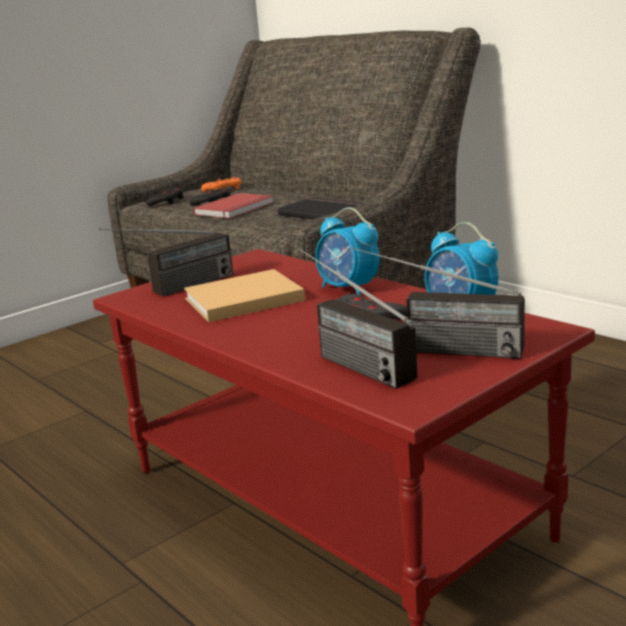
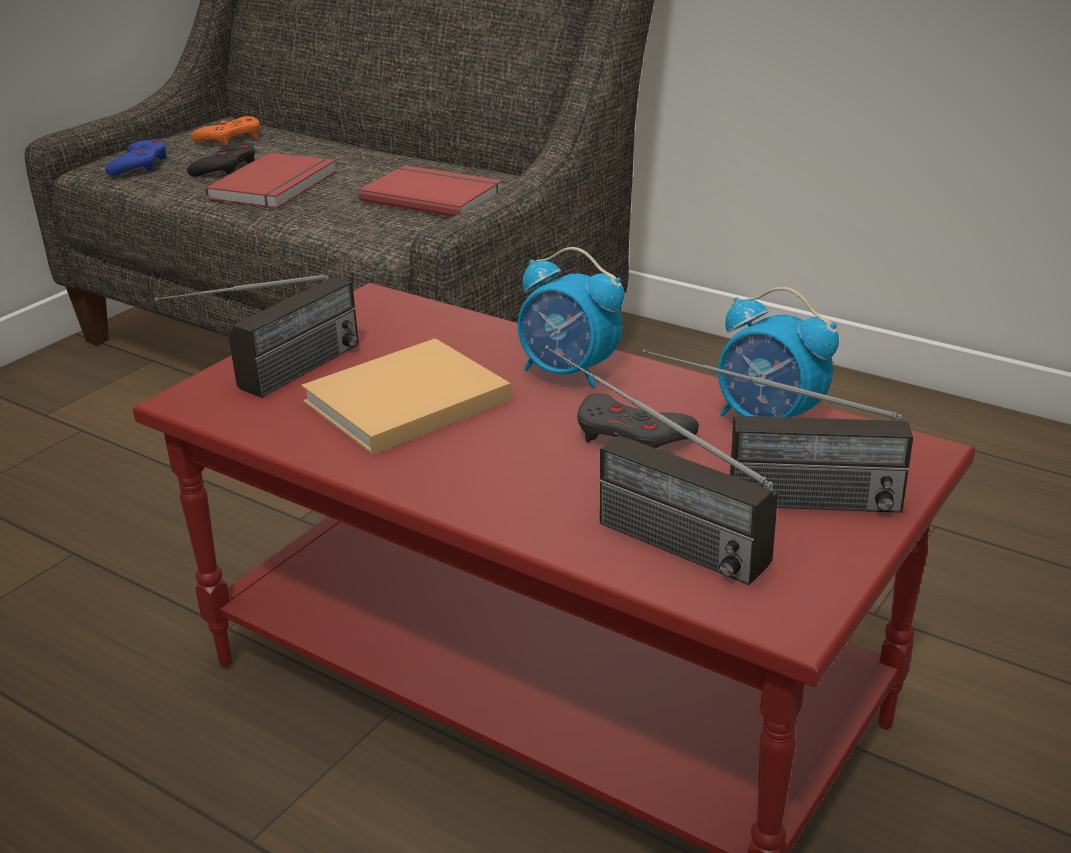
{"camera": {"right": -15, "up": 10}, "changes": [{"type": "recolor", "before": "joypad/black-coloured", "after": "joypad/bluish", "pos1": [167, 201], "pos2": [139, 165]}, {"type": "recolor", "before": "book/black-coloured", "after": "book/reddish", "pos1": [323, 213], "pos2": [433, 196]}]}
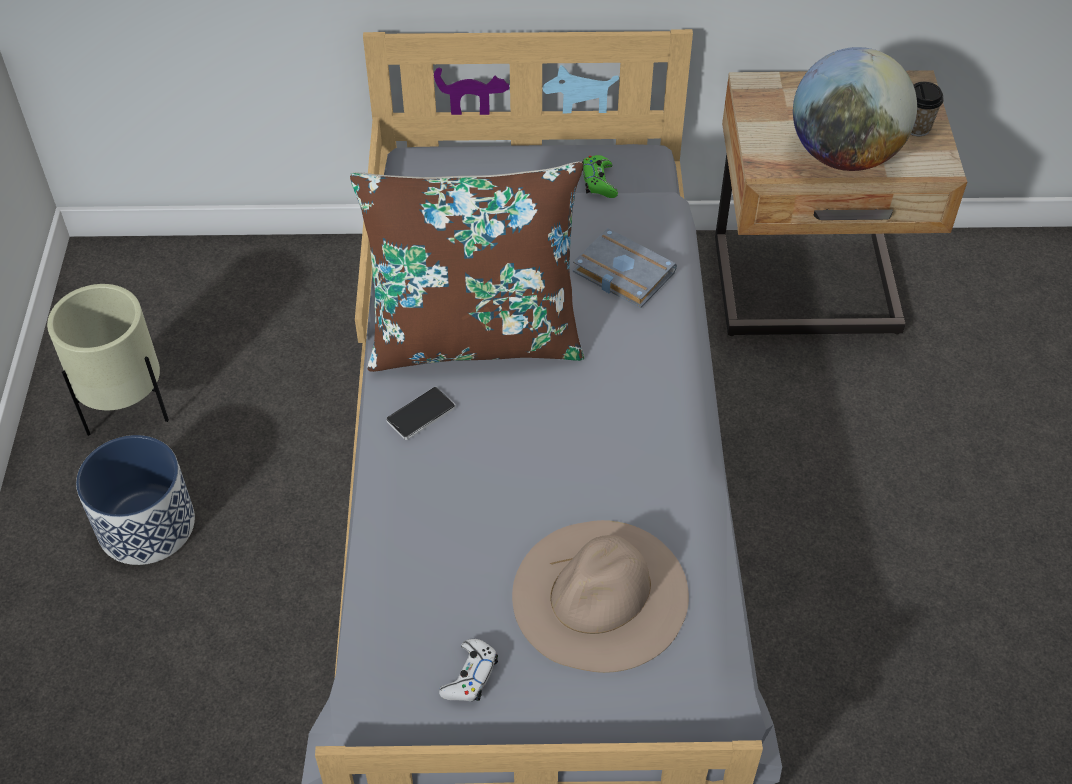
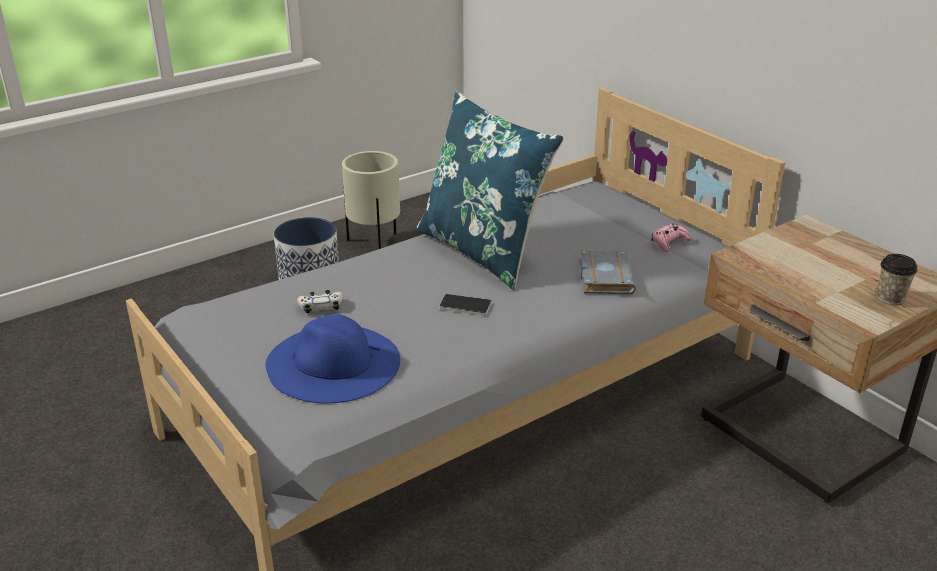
{"camera": {"right": 55, "up": -20}, "changes": [{"type": "recolor", "before": "wearable hat/beige-coloured", "after": "wearable hat/bluish", "pos1": [600, 595], "pos2": [333, 363]}, {"type": "move", "before": "joypad/white", "pos1": [470, 676], "pos2": [321, 306]}, {"type": "recolor", "before": "pillow/brown", "after": "pillow/bluish", "pos1": [475, 337], "pos2": [483, 250]}, {"type": "move", "before": "handset", "pos1": [421, 414], "pos2": [465, 306]}, {"type": "recolor", "before": "joypad/greenish", "after": "joypad/pink", "pos1": [599, 182], "pos2": [669, 242]}, {"type": "delete", "before": "globe", "pos1": [844, 155]}]}
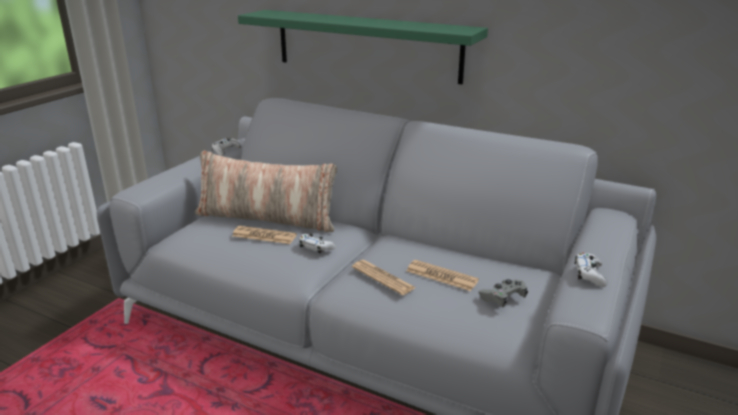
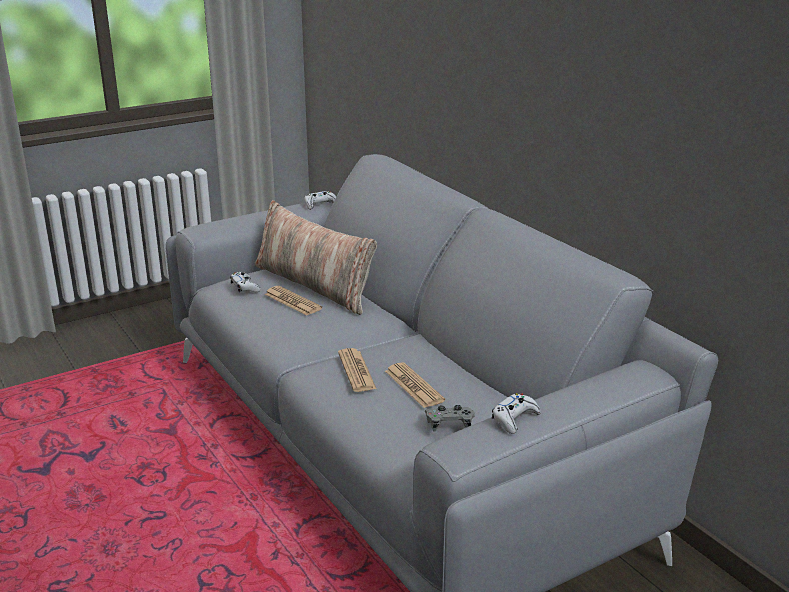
{"camera": {"right": 30, "up": 0}, "changes": [{"type": "move", "before": "joypad/white", "pos1": [316, 247], "pos2": [245, 287]}, {"type": "delete", "before": "wall shelf/greenish", "pos1": [366, 45]}]}
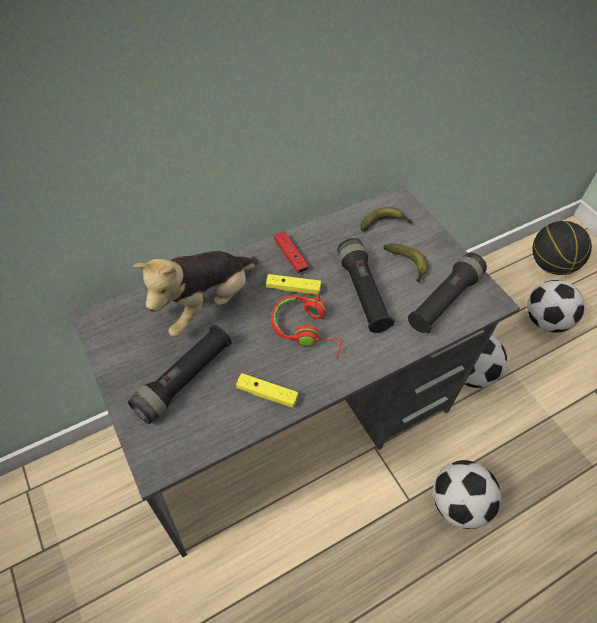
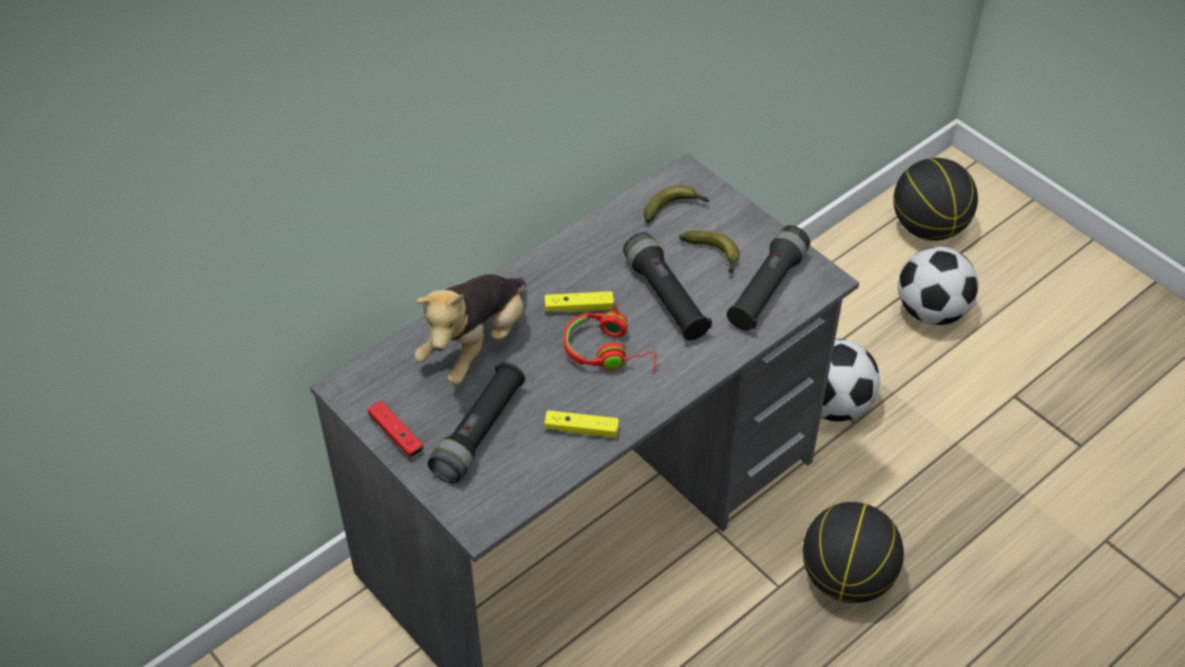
{"camera": {"right": -10, "up": -5}, "changes": [{"type": "move", "before": "joypad/reddish", "pos1": [290, 256], "pos2": [396, 435]}, {"type": "replace", "before": "football ball", "after": "ball for basketball", "pos1": [458, 504], "pos2": [847, 578]}]}
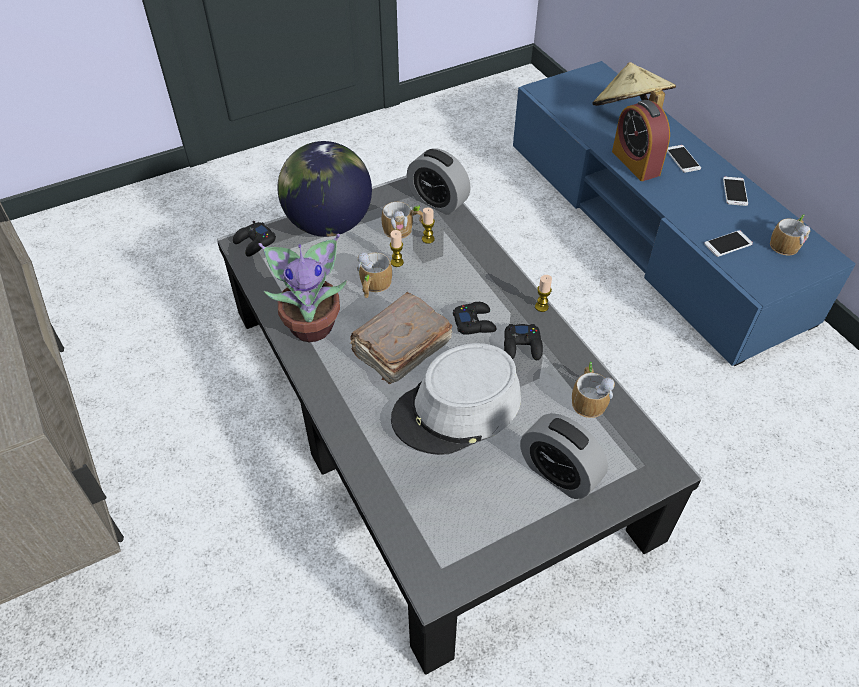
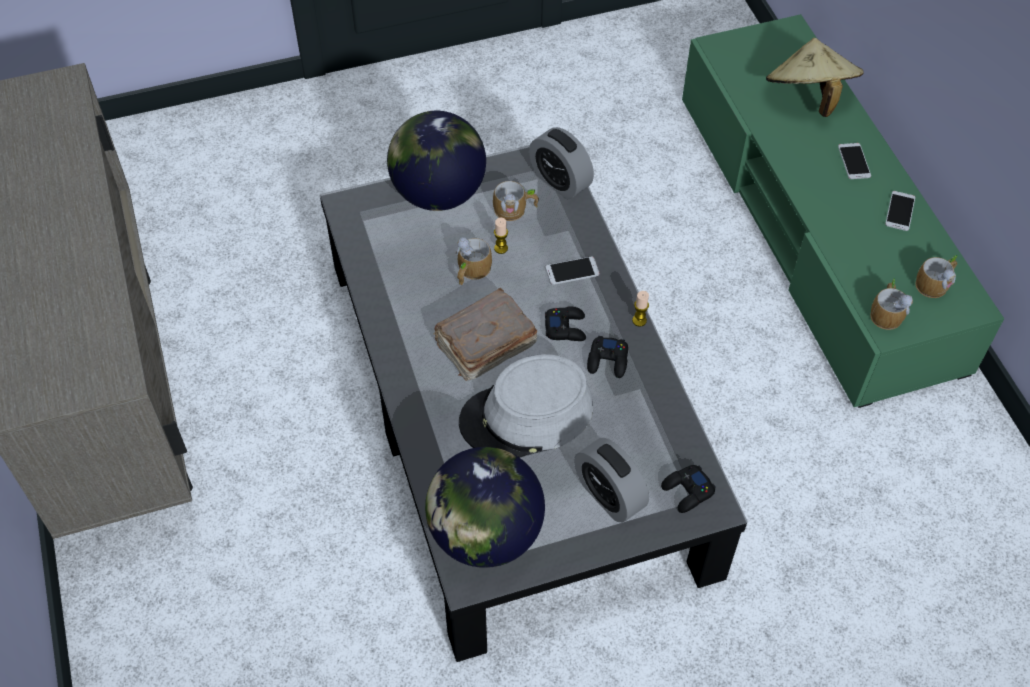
{"camera": {"right": 10, "up": 5}, "changes": [{"type": "insert", "after": "globe", "pos2": [485, 534]}, {"type": "move", "before": "handset", "pos1": [728, 244], "pos2": [572, 271]}, {"type": "move", "before": "joypad/black-coloured", "pos1": [255, 243], "pos2": [687, 491]}, {"type": "recolor", "before": "tv unit/bluish", "after": "tv unit/greenish", "pos1": [650, 228], "pos2": [815, 229]}, {"type": "move", "before": "coffee mug", "pos1": [588, 398], "pos2": [887, 312]}, {"type": "delete", "before": "houseplant", "pos1": [312, 324]}, {"type": "delete", "before": "wax light", "pos1": [428, 239]}, {"type": "delete", "before": "bedside clock", "pos1": [635, 163]}]}
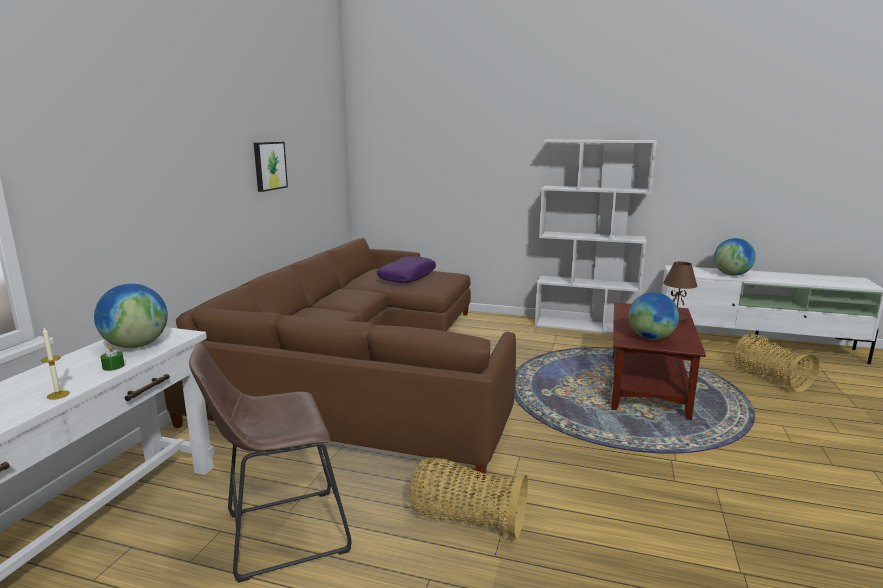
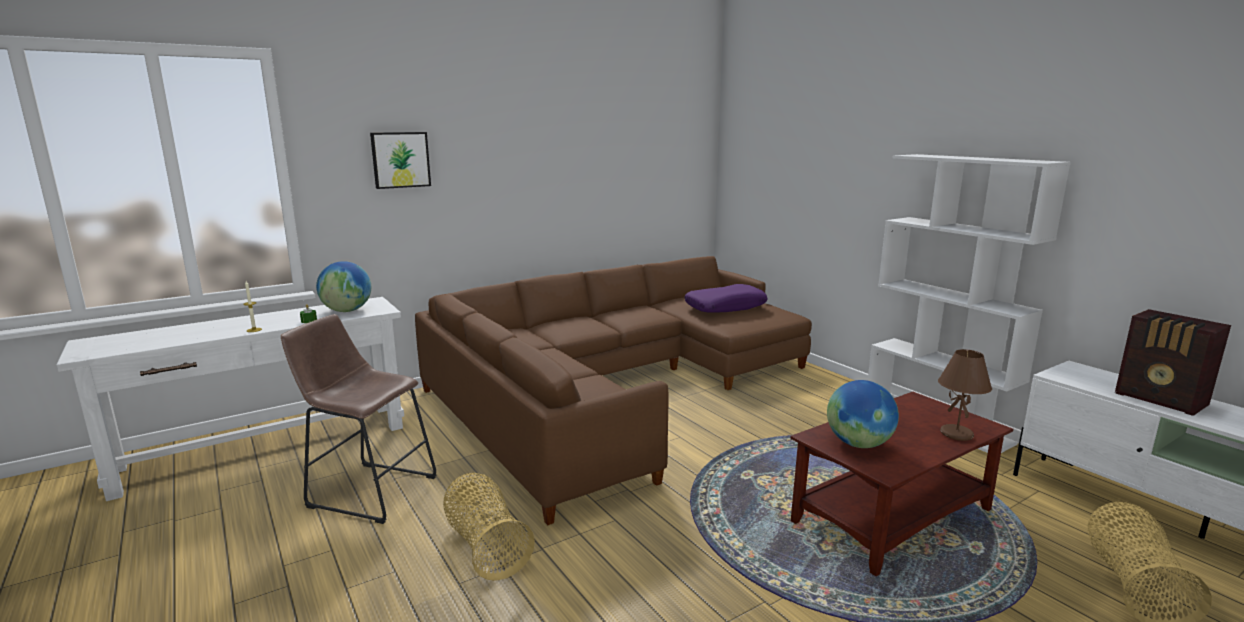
{"camera": {"right": 40, "up": 0}, "changes": [{"type": "move", "before": "wall art", "pos1": [269, 166], "pos2": [400, 159]}, {"type": "replace", "before": "globe", "after": "radio", "pos1": [732, 275], "pos2": [1162, 400]}]}
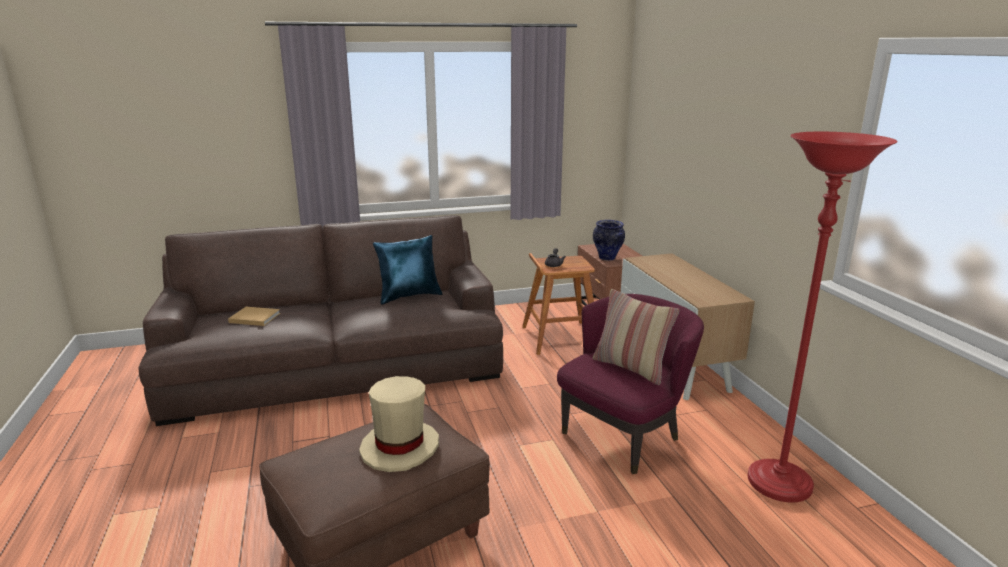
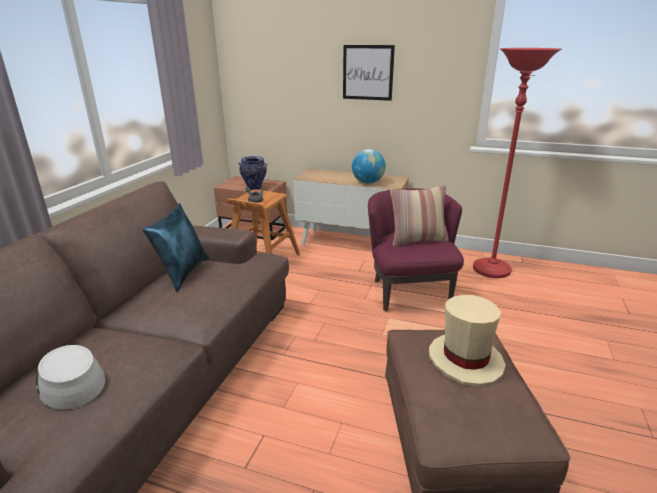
{"camera": {"right": -55, "up": 5}, "changes": [{"type": "replace", "before": "book/beige-coloured", "after": "wearable hat/grey", "pos1": [253, 318], "pos2": [70, 381]}, {"type": "insert", "after": "wall art", "pos2": [368, 72]}, {"type": "insert", "after": "globe", "pos2": [368, 182]}]}
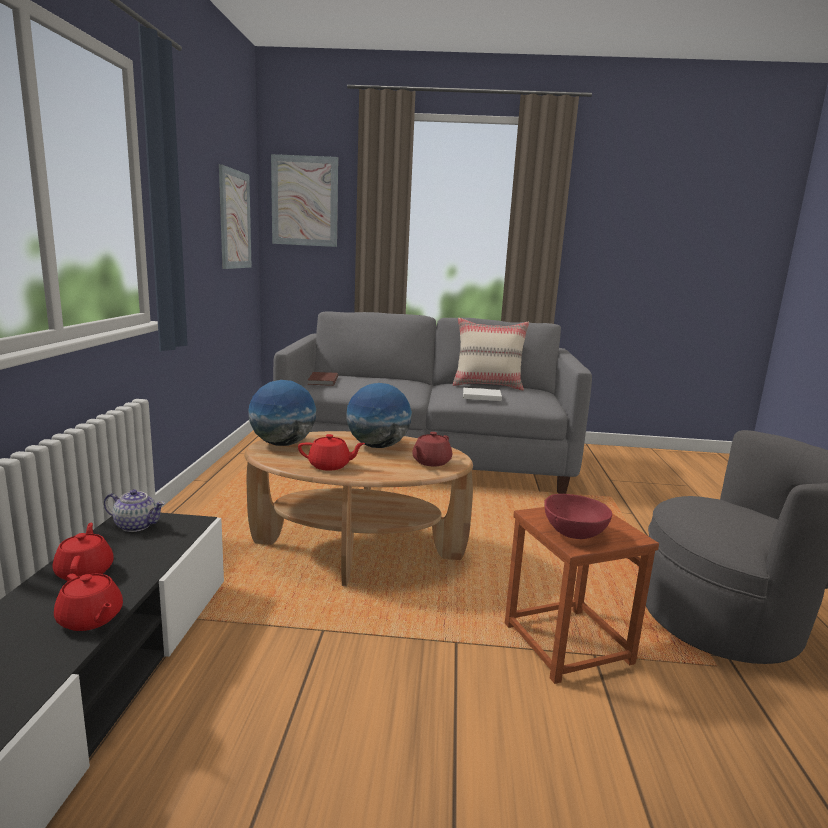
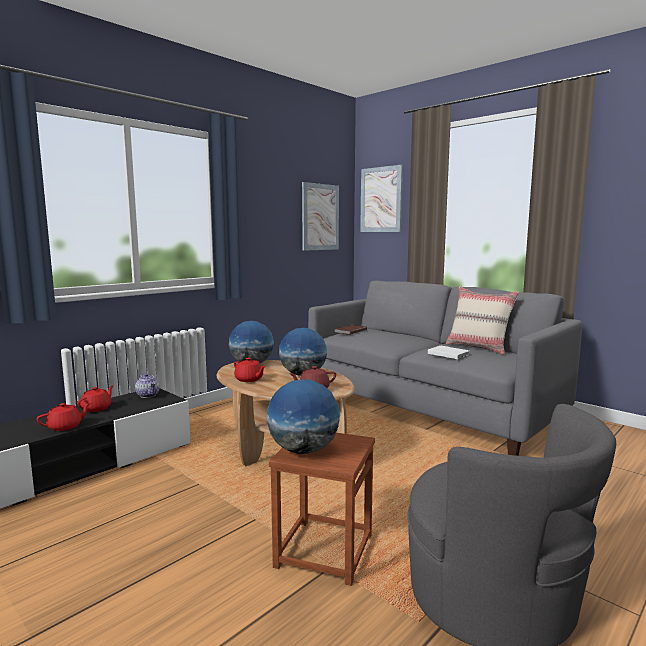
{"camera": {"right": 40, "up": -5}, "changes": [{"type": "rotate", "before": "tea pot/reddish", "pos1": [90, 619], "pos2": [65, 427], "turn": -120}, {"type": "replace", "before": "bowl/reddish", "after": "globe", "pos1": [574, 534], "pos2": [303, 450]}]}
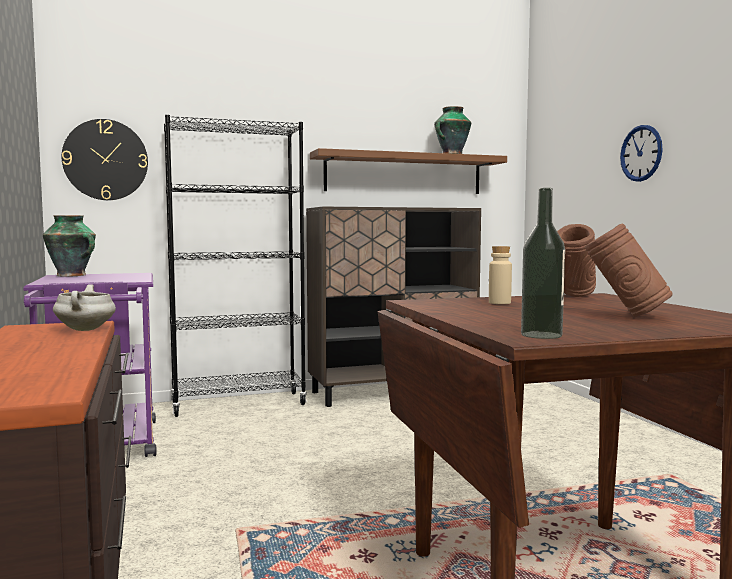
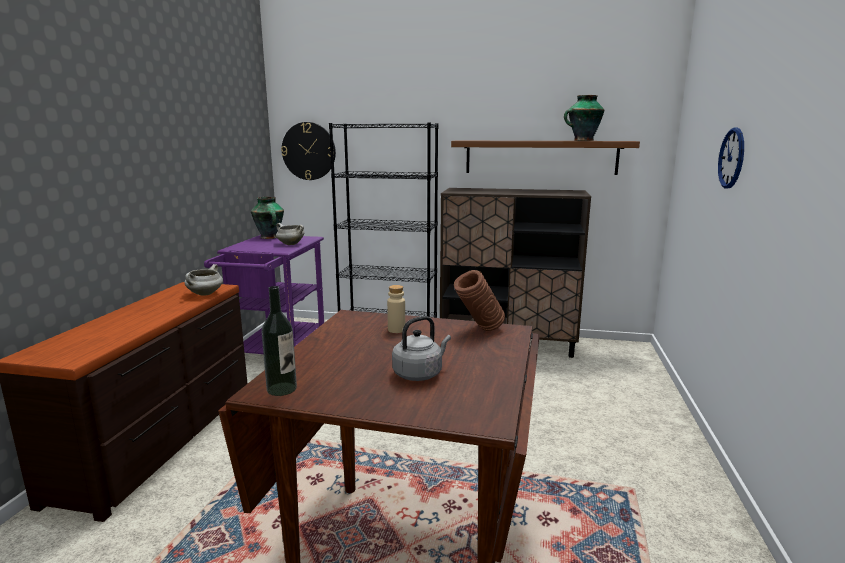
{"camera": {"right": 30, "up": 10}, "changes": [{"type": "insert", "after": "cooking pot/white", "pos2": [290, 244]}, {"type": "replace", "before": "vase/brown", "after": "tea kettle/grey", "pos1": [625, 316], "pos2": [419, 374]}]}
